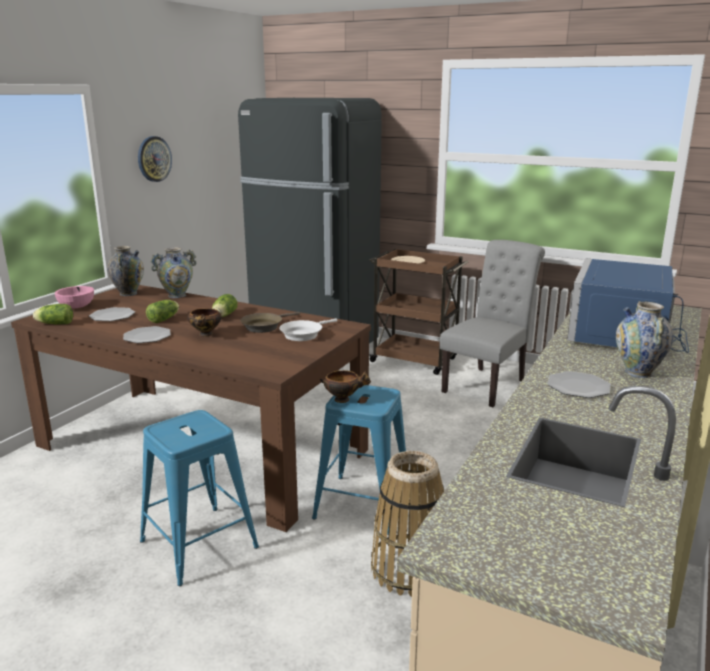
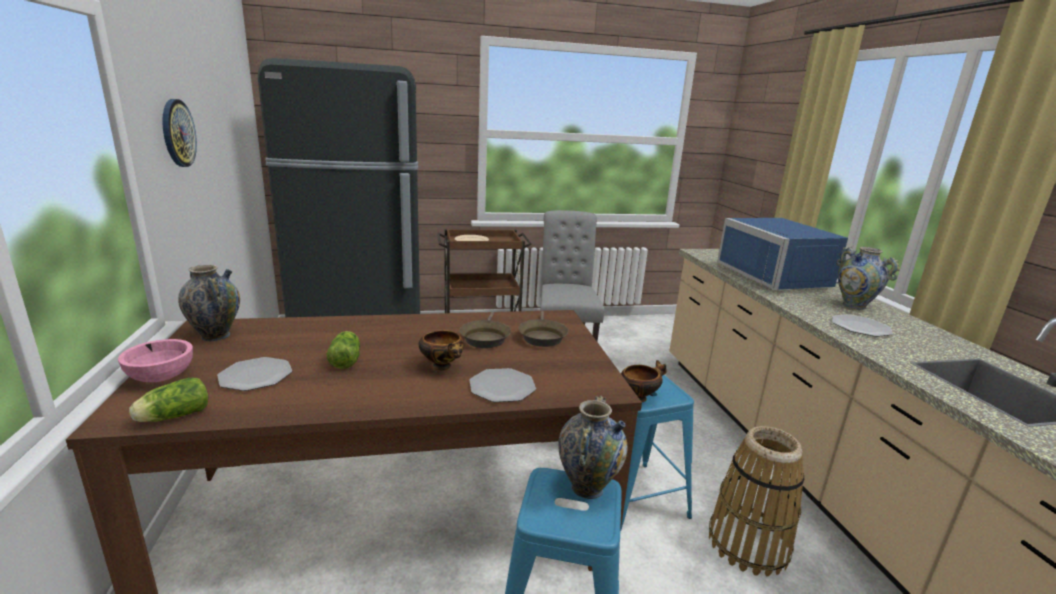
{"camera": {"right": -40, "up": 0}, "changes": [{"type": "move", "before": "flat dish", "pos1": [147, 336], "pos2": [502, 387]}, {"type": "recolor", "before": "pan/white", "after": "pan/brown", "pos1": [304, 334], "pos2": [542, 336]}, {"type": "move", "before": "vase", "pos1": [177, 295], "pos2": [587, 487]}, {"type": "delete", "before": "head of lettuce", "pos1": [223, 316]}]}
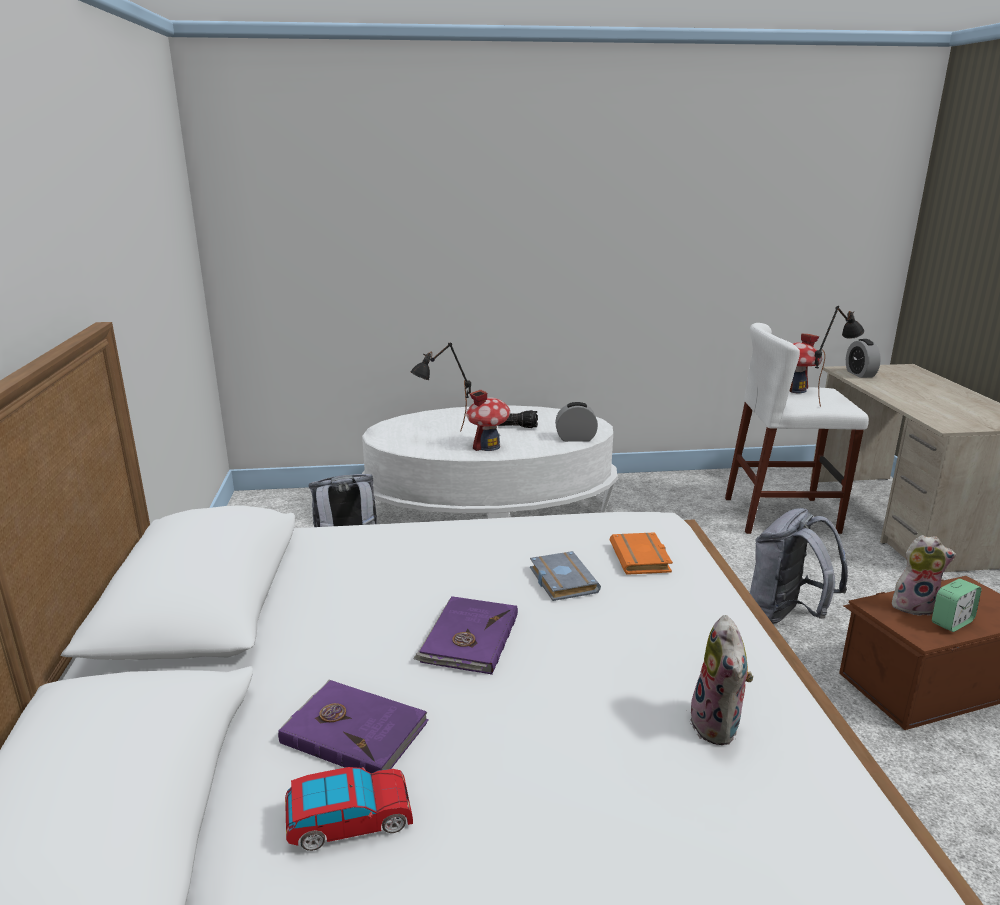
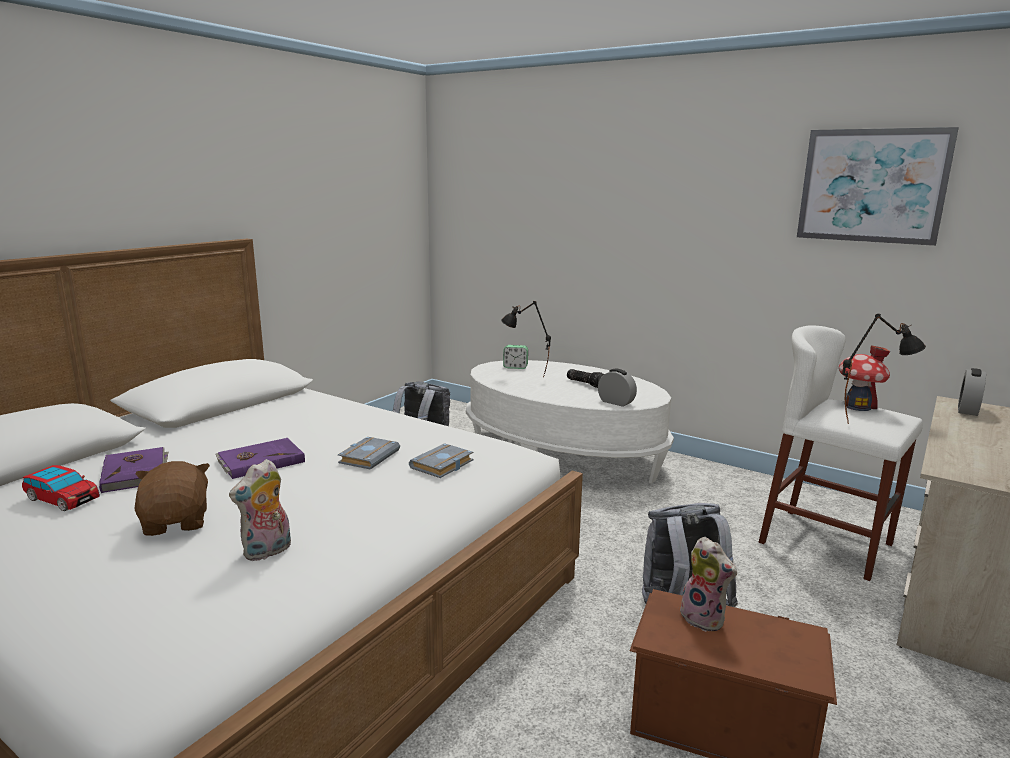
{"camera": {"right": 40, "up": -5}, "changes": [{"type": "insert", "after": "soft toy/brown", "pos2": [177, 522]}, {"type": "recolor", "before": "book/orangey", "after": "book/grey", "pos1": [642, 559], "pos2": [442, 465]}, {"type": "move", "before": "bedside clock", "pos1": [951, 622], "pos2": [515, 367]}, {"type": "insert", "after": "wall art", "pos2": [872, 186]}, {"type": "delete", "before": "toy house", "pos1": [488, 446]}]}
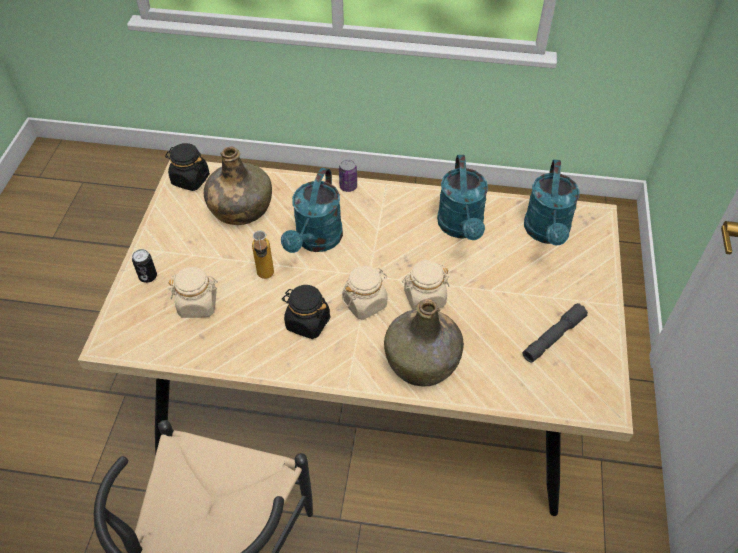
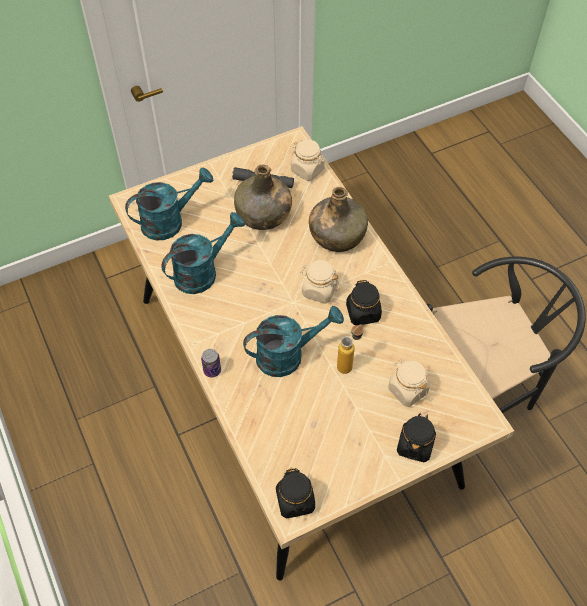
{"camera": {"right": -125, "up": 5}, "changes": [{"type": "move", "before": "beverage bottle/greenish", "pos1": [240, 208], "pos2": [263, 215]}, {"type": "move", "before": "storage jar/beige-coloured", "pos1": [424, 298], "pos2": [307, 170]}, {"type": "replace", "before": "sealed can", "after": "storage jar/black-coloured", "pos1": [148, 276], "pos2": [415, 445]}]}
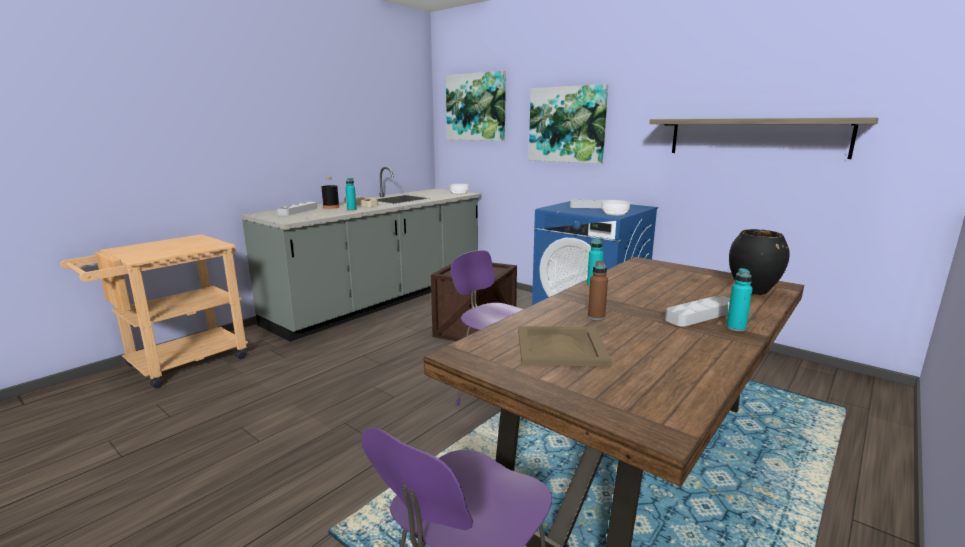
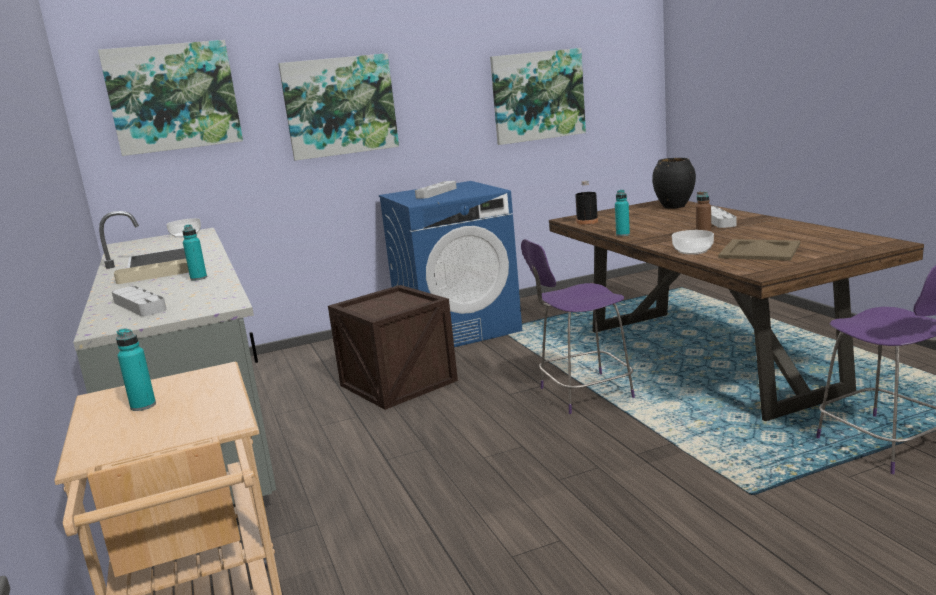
{"camera": {"right": -60, "up": 0}, "changes": [{"type": "move", "before": "beverage bottle/blue-green", "pos1": [735, 328], "pos2": [143, 406]}, {"type": "replace", "before": "wall shelf", "after": "wall art", "pos1": [755, 137], "pos2": [538, 96]}, {"type": "move", "before": "beverage bottle/black-coloured", "pos1": [331, 207], "pos2": [587, 222]}, {"type": "move", "before": "bowl", "pos1": [614, 213], "pos2": [692, 251]}]}
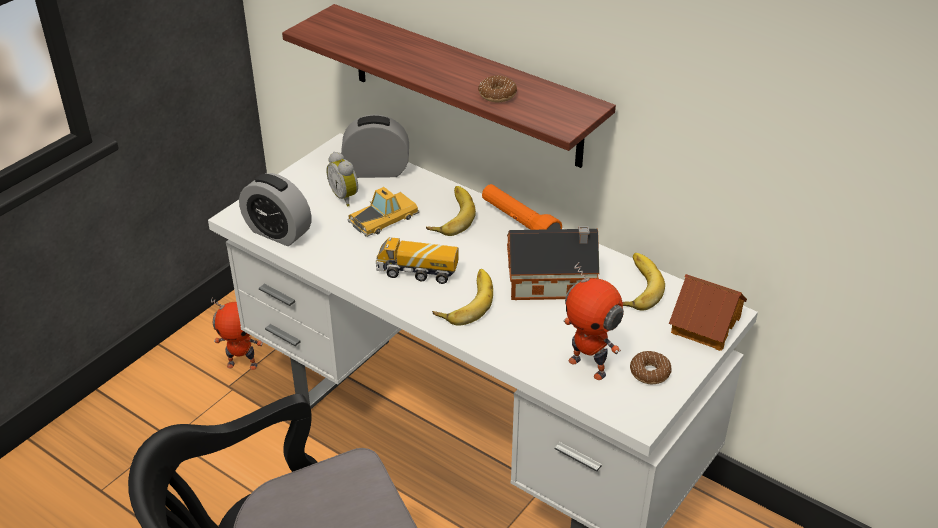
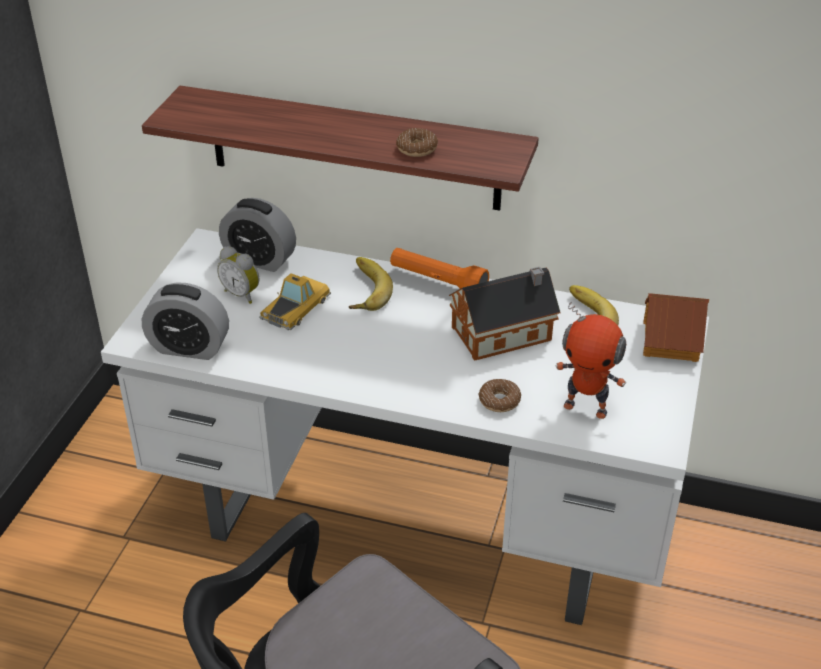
{"camera": {"right": -20, "up": 0}, "changes": [{"type": "rotate", "before": "bedside clock", "pos1": [376, 170], "pos2": [259, 259], "turn": -135}, {"type": "move", "before": "ring doughnut", "pos1": [649, 372], "pos2": [499, 401]}, {"type": "delete", "before": "model robot", "pos1": [242, 364]}, {"type": "delete", "before": "toy truck", "pos1": [417, 272]}, {"type": "delete", "before": "whole banana", "pos1": [465, 301]}]}
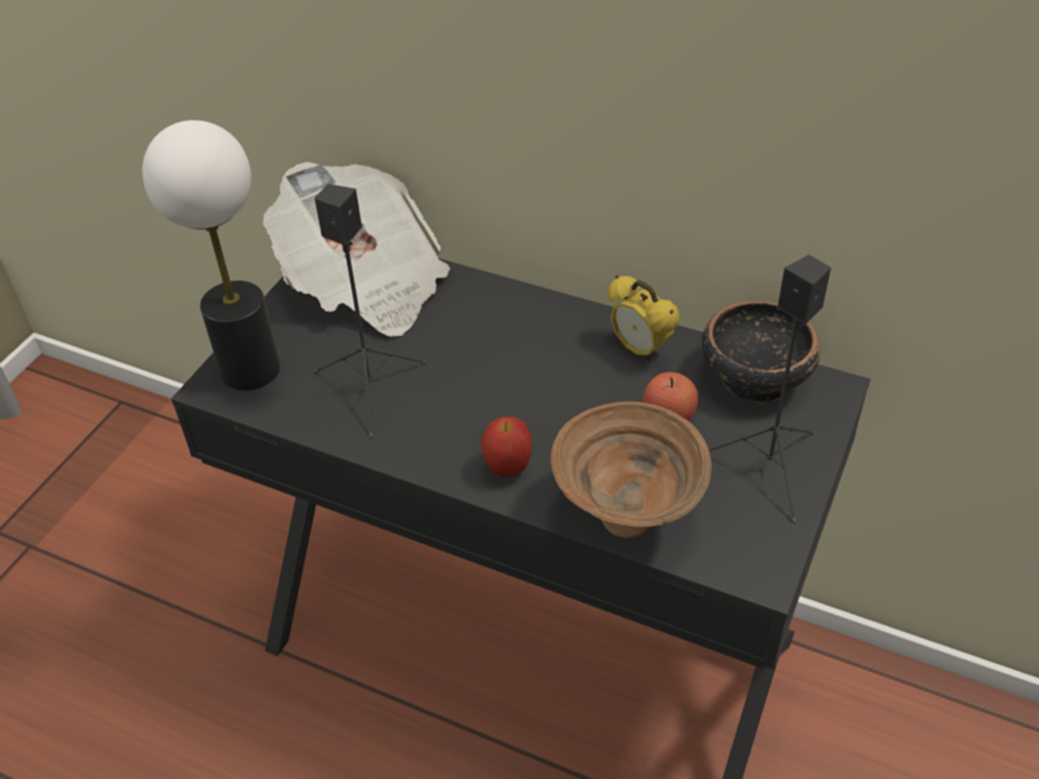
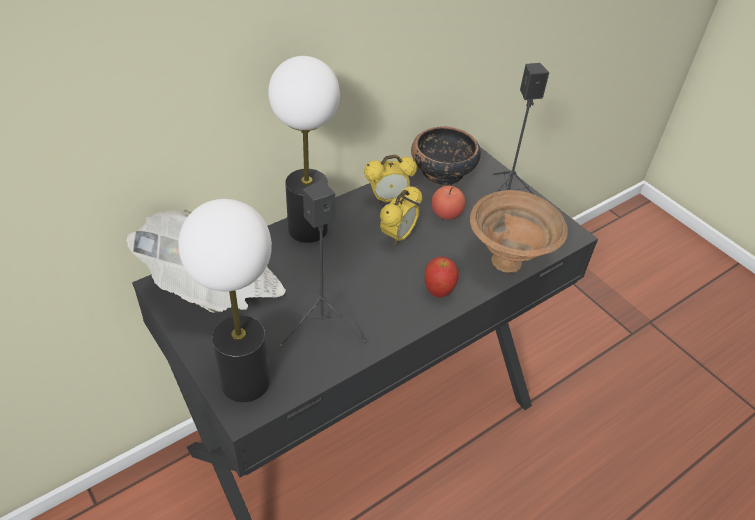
{"camera": {"right": -65, "up": 0}, "changes": [{"type": "insert", "after": "lamp for a table", "pos2": [307, 229]}, {"type": "insert", "after": "bedside clock", "pos2": [398, 237]}]}
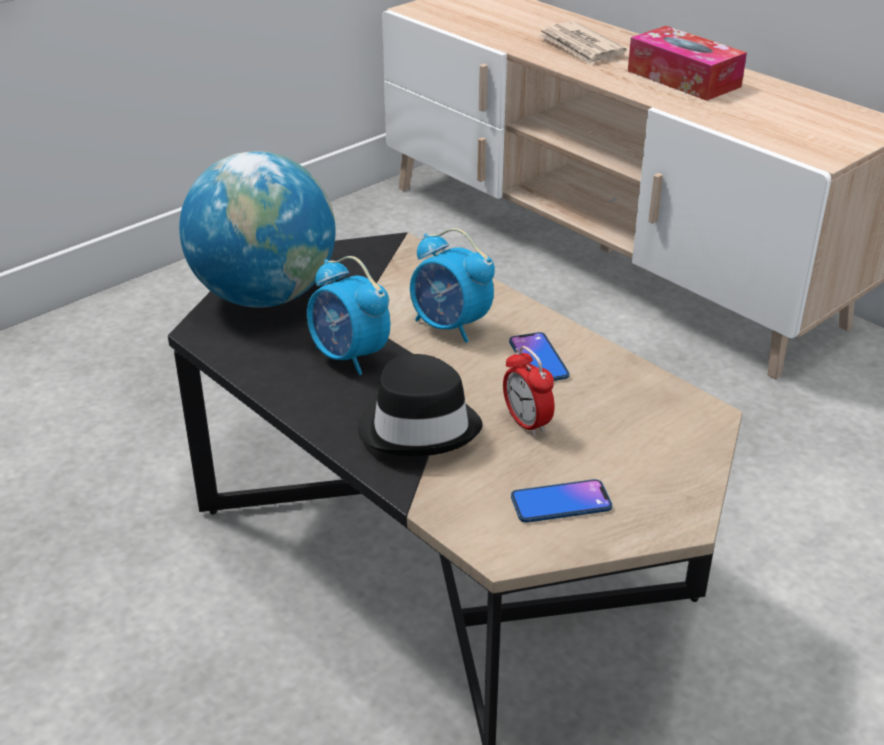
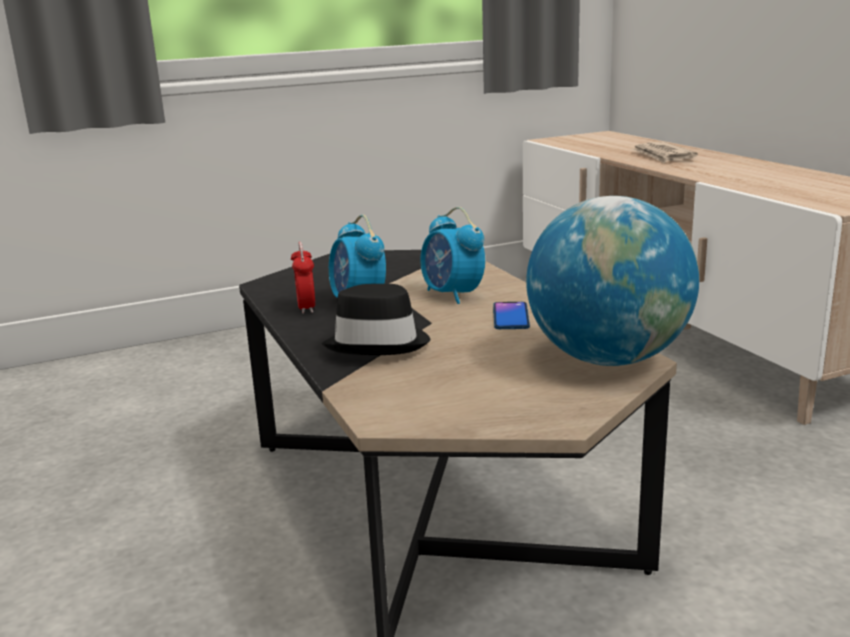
{"camera": {"right": 20, "up": -15}, "changes": [{"type": "move", "before": "bedside clock", "pos1": [526, 423], "pos2": [306, 308]}, {"type": "move", "before": "globe", "pos1": [264, 296], "pos2": [608, 359]}, {"type": "delete", "before": "handset", "pos1": [561, 503]}, {"type": "delete", "before": "tissue box", "pos1": [683, 79]}]}
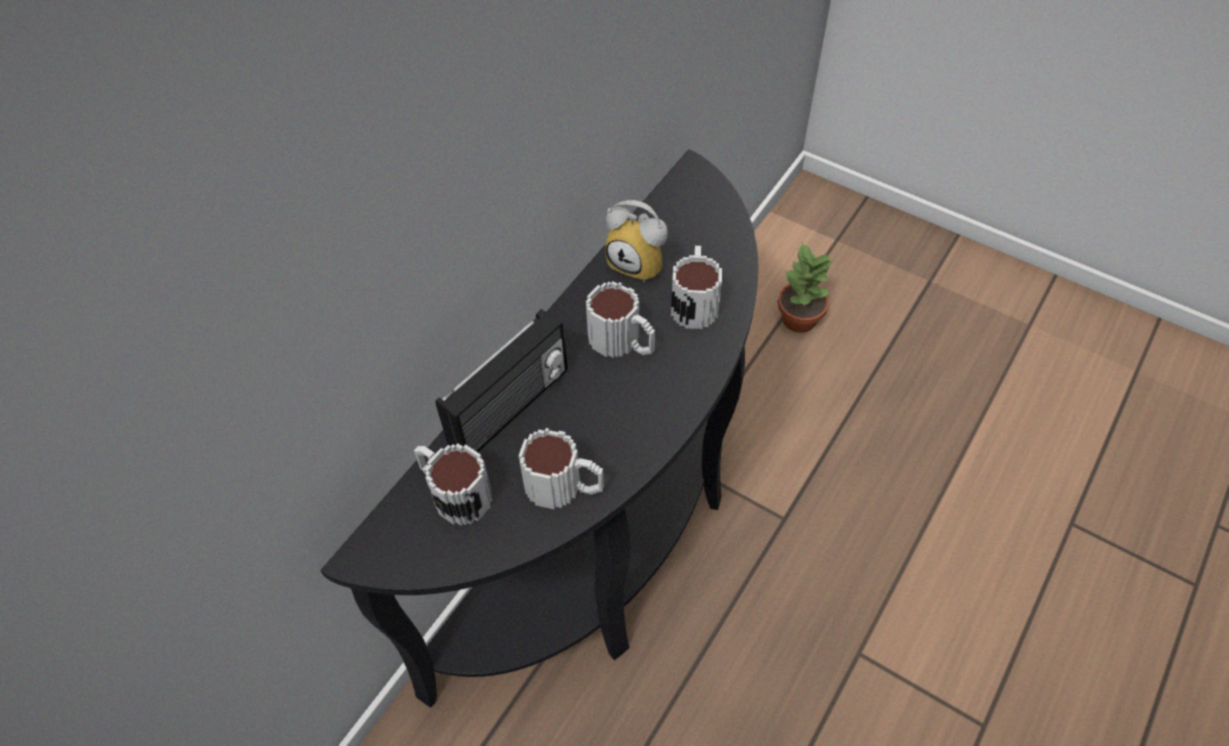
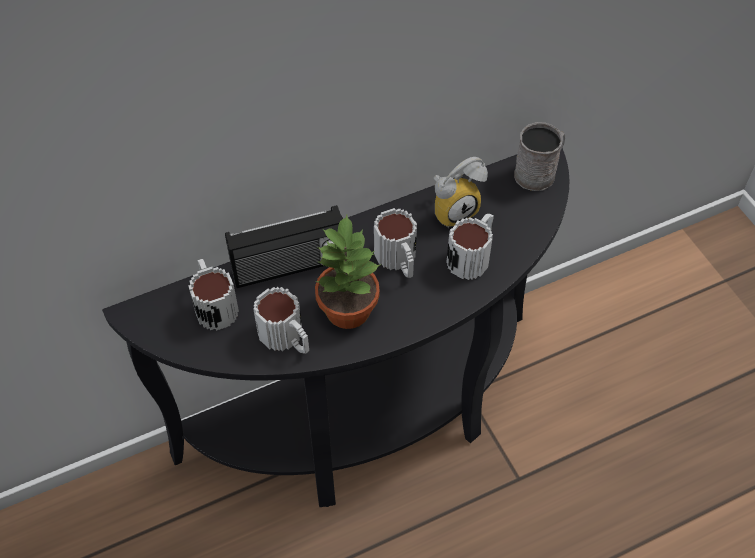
{"camera": {"right": 30, "up": 0}, "changes": [{"type": "move", "before": "houseplant", "pos1": [798, 318], "pos2": [347, 309]}, {"type": "rotate", "before": "bedside clock", "pos1": [640, 263], "pos2": [454, 209], "turn": -90}, {"type": "insert", "after": "coffee mug/grey", "pos2": [539, 172]}]}
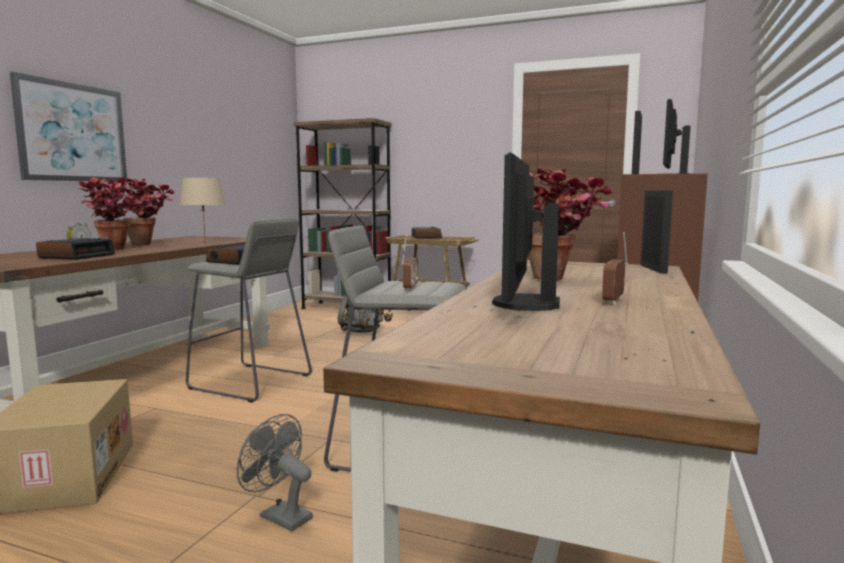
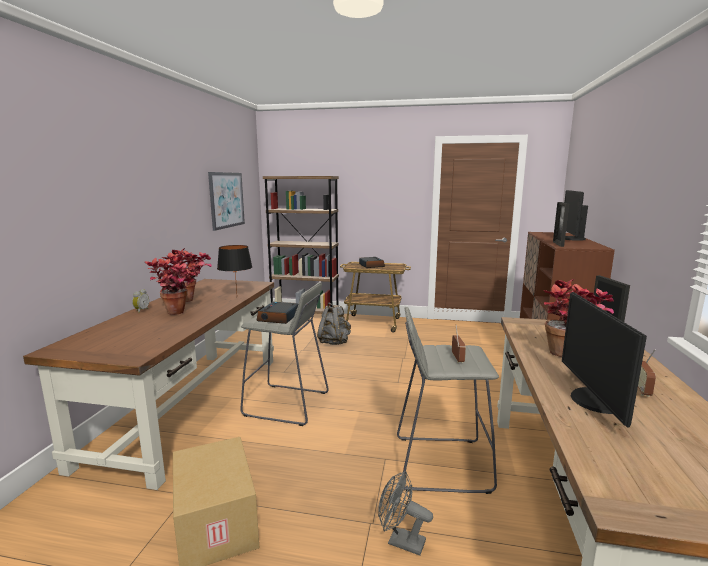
{"camera": {"right": -10, "up": 5}, "changes": [{"type": "move", "before": "wall art", "pos1": [73, 132], "pos2": [226, 200]}, {"type": "recolor", "before": "lamp for a table/beige-coloured", "after": "lamp for a table/black-coloured", "pos1": [205, 244], "pos2": [237, 297]}, {"type": "delete", "before": "bedside clock", "pos1": [77, 256]}]}
